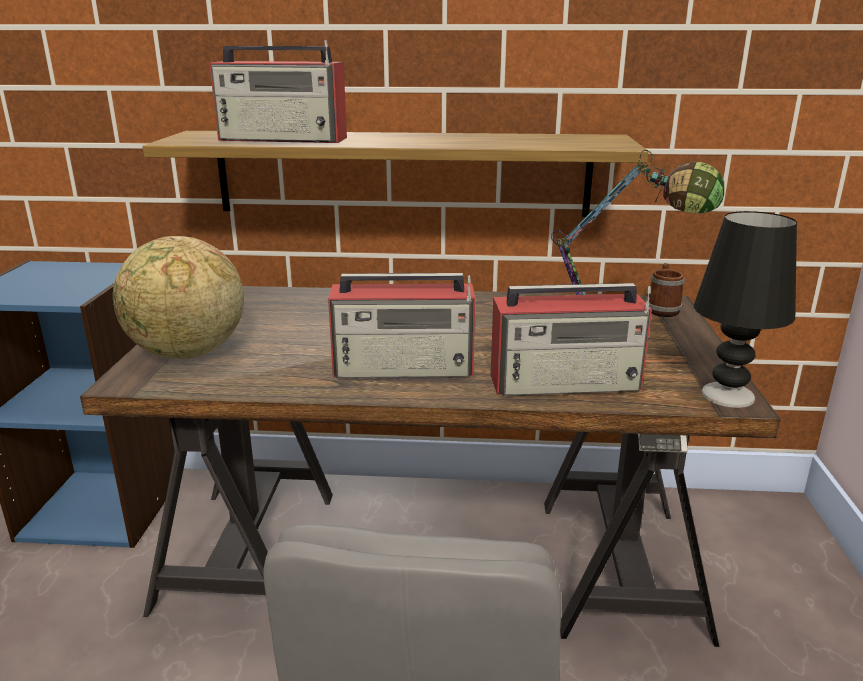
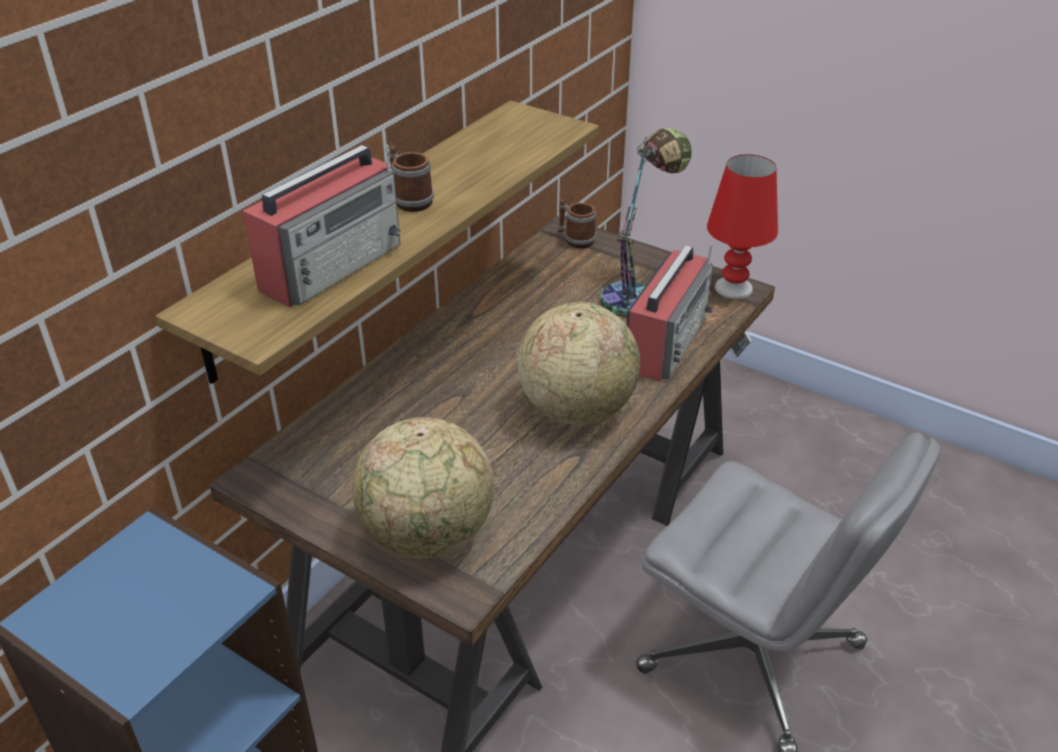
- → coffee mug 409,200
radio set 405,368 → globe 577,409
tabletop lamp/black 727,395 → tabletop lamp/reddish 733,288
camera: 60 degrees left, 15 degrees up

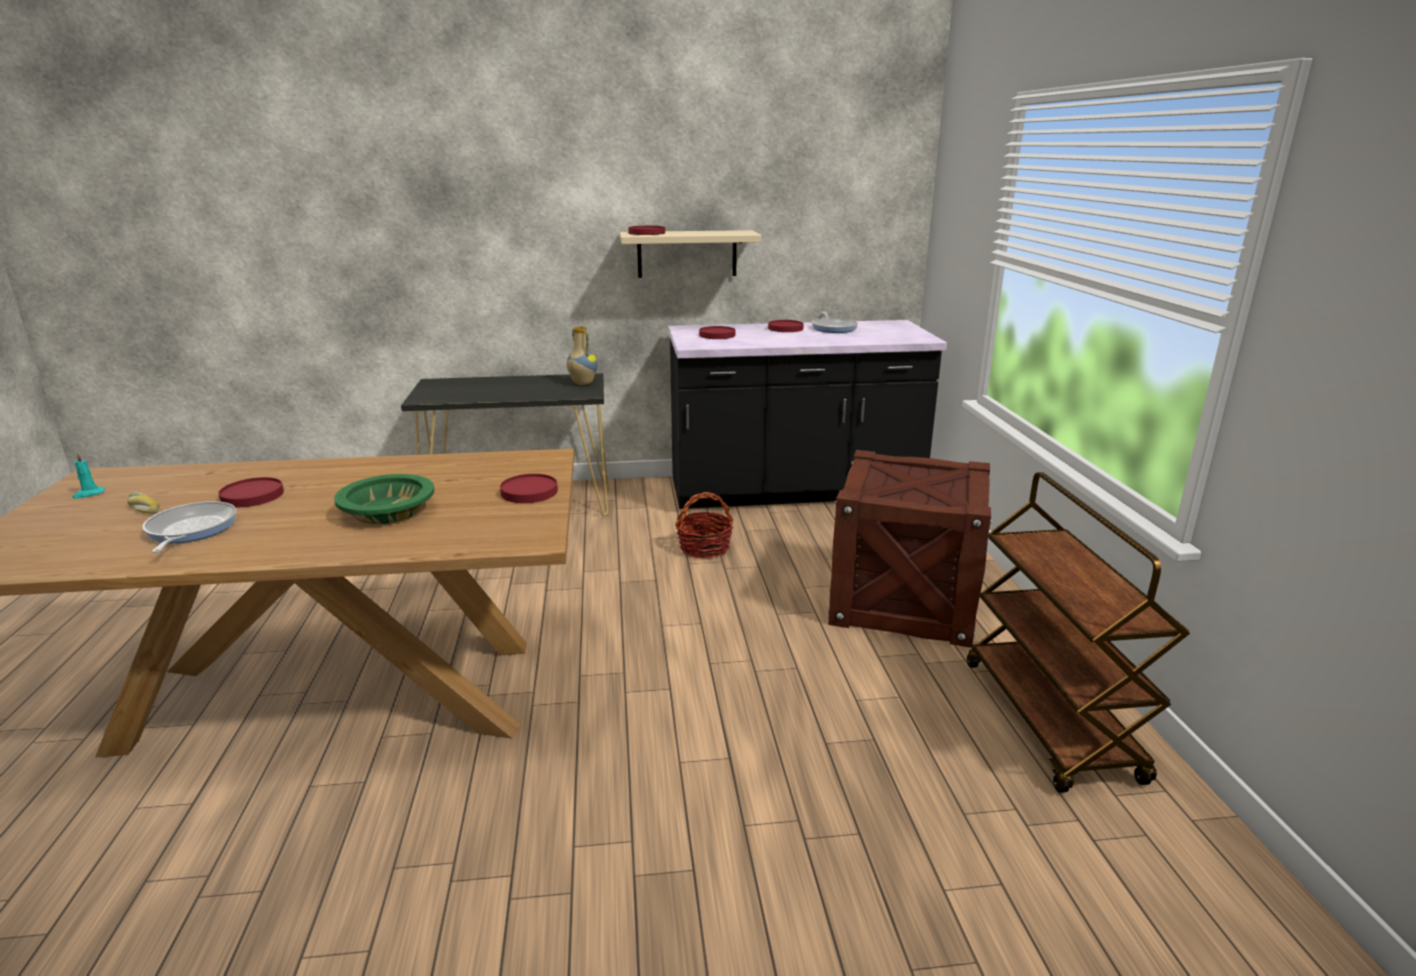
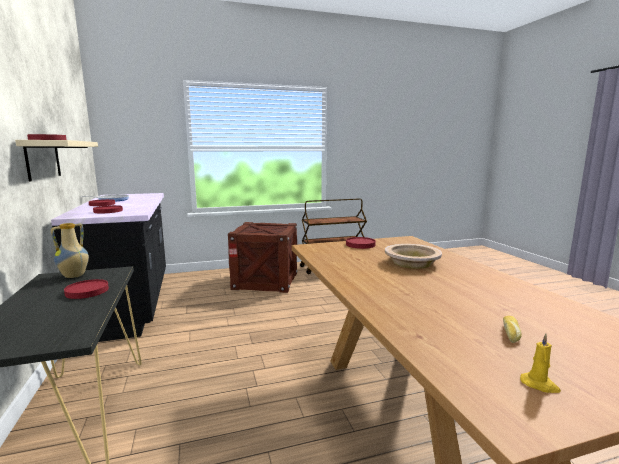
plate/reddish 252,495 → plate/reddish 86,291, moved
deep dish/greenish 388,511 → deep dish/beige-coloured 412,262
wax light/blue-green 88,494 → wax light/yellow-coloured 539,385
frying pan 190,530 → -
storage basket 704,548 → -
camera: 100 degrees left, 10 degrees down

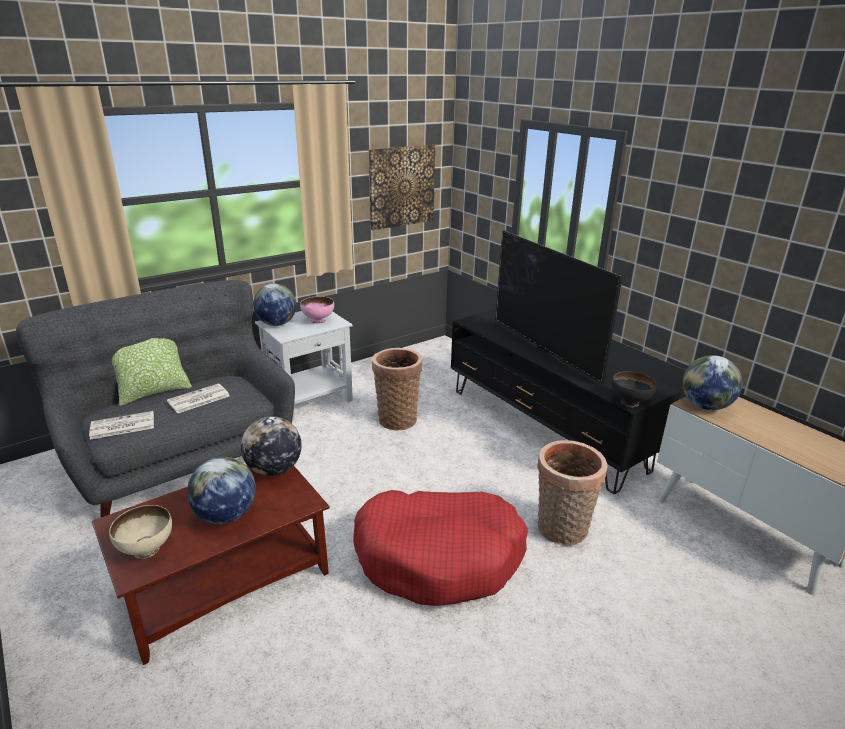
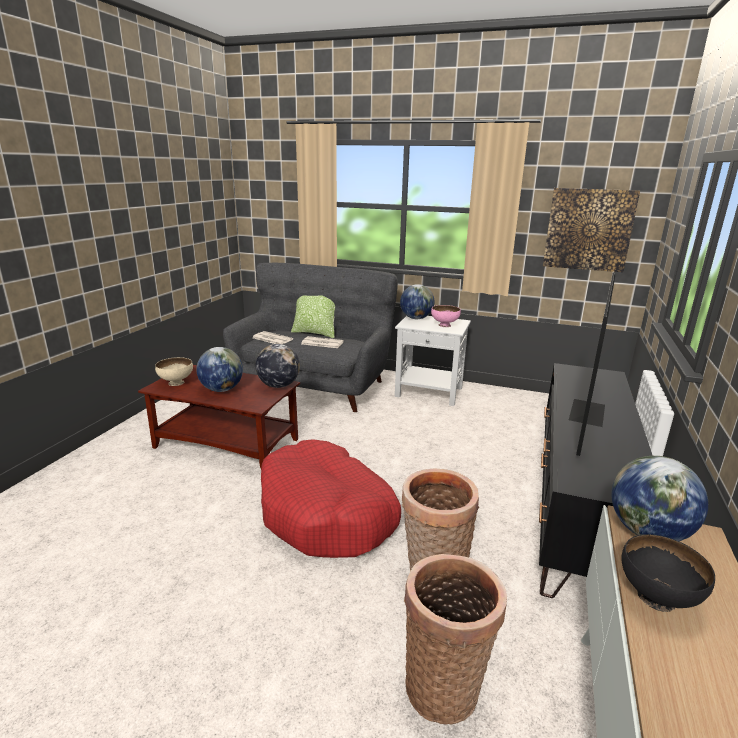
storage basket 397,418 → storage basket 445,684, moved
deep dish/black 630,403 → deep dish/black 656,598, moved
camera: 55 degrees right, 5 degrees down

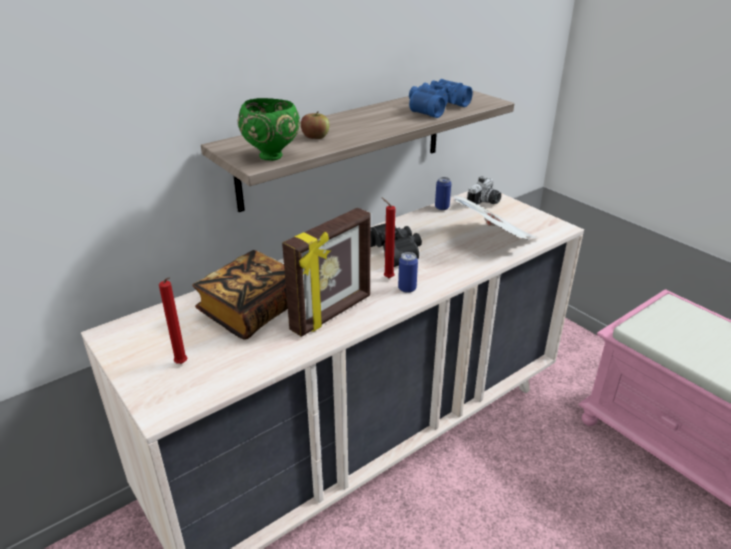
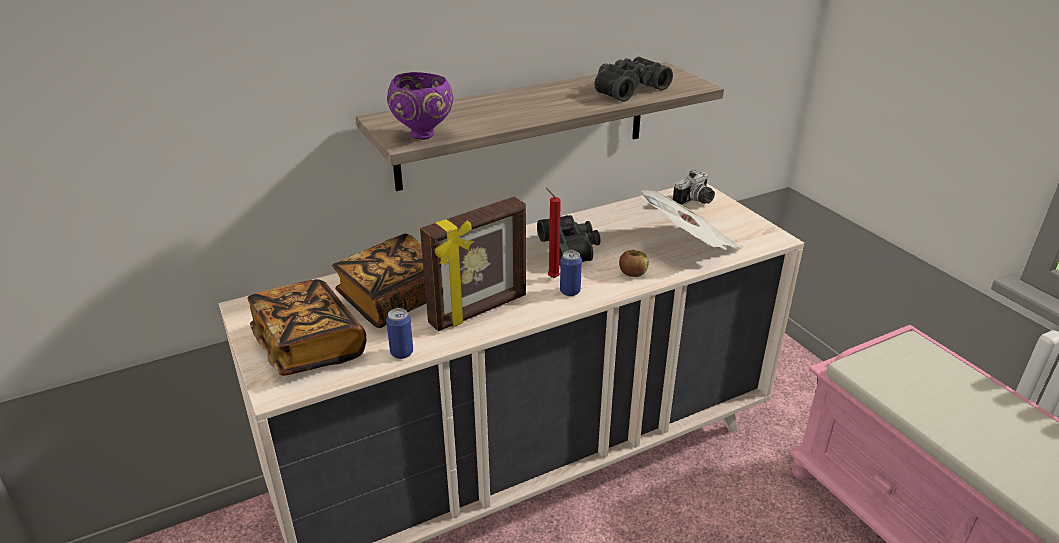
wax light/reddish 182,364 → volume 309,346
sealed can 442,207 → sealed can 402,353, moved
deep dish/greenish 273,156 → deep dish/purple 424,135
field glasses/blue 435,107 → field glasses/black 627,89
whole apple 315,137 → whole apple 633,273, moved
camera: 10 degrees right, 0 degrees up

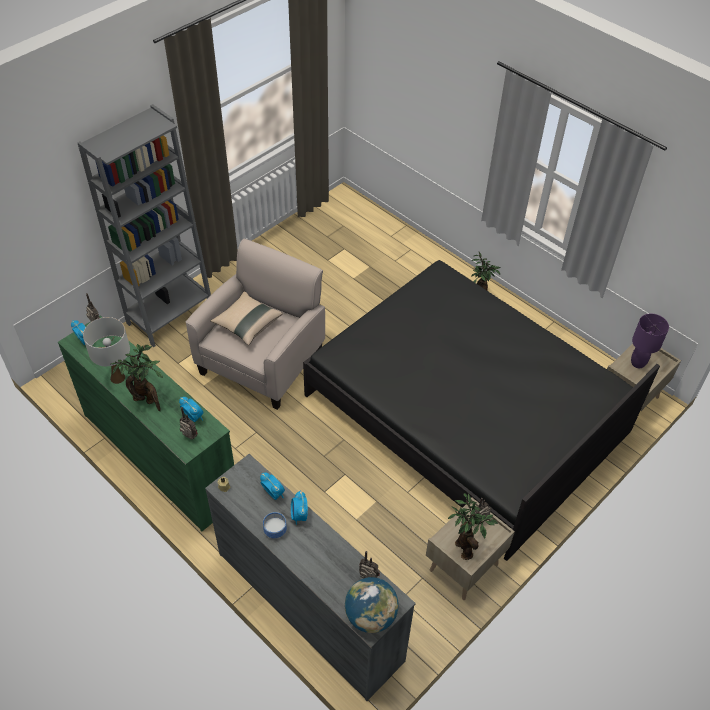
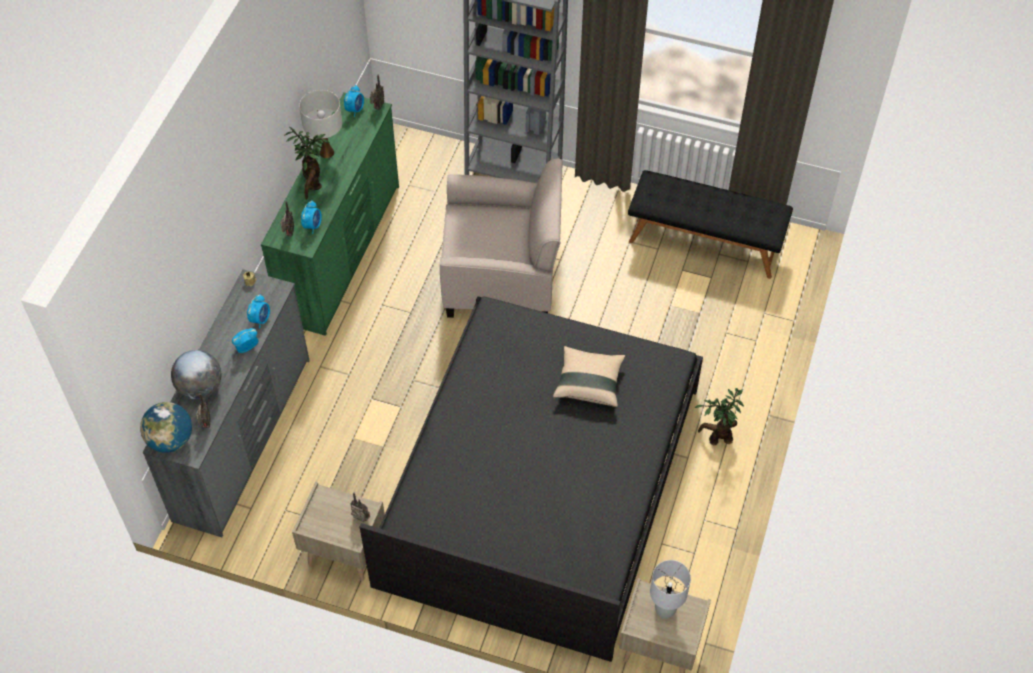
- → globe 200,388
throw pillow/beige-coloured 247,324 → throw pillow/beige-coloured 589,383, moved
- → indoor bench/black 705,241
tabletop lamp/purple 638,363 → tabletop lamp/greyish 664,610
deep dish 276,529 → -
potted plant 464,546 → -
camera: 65 degrees right, 5 degrees up

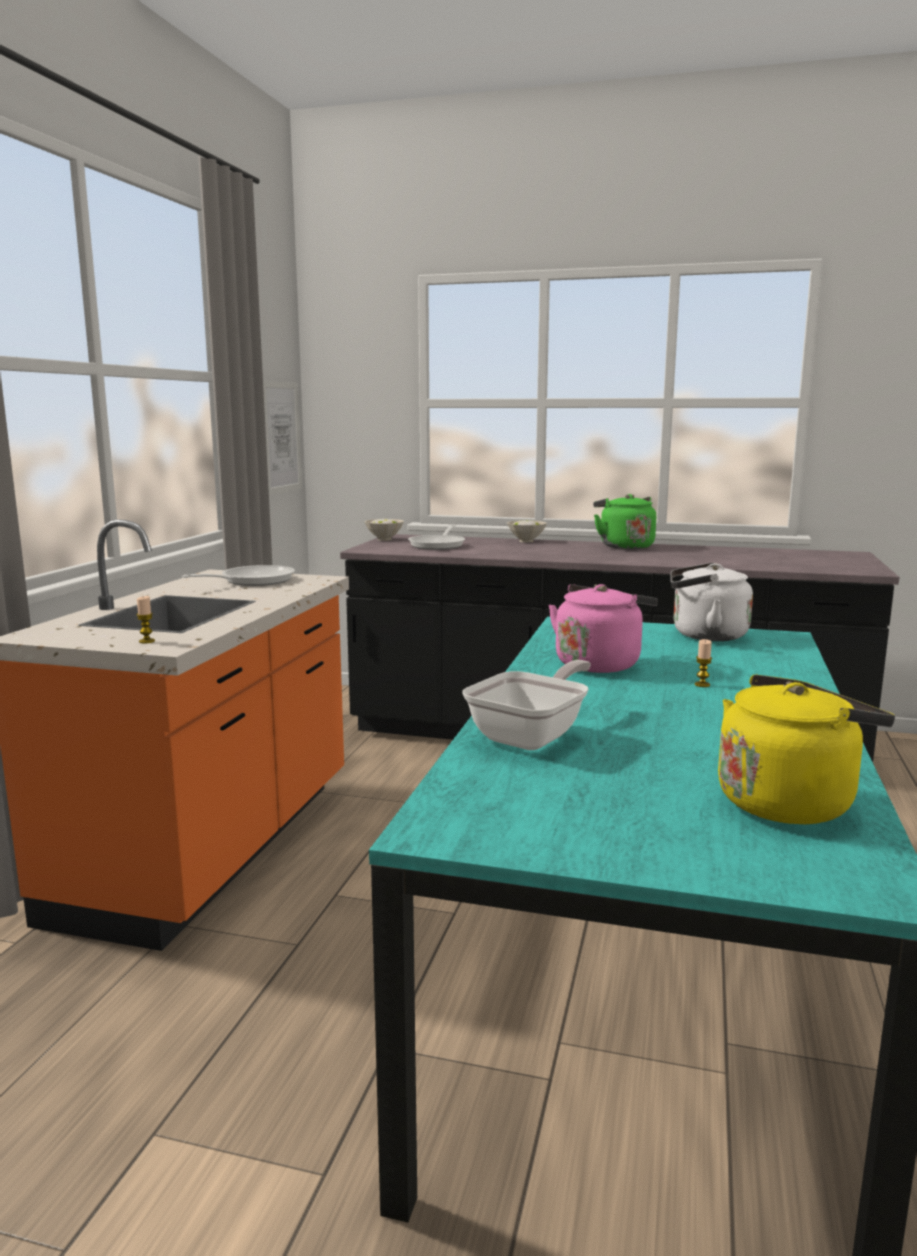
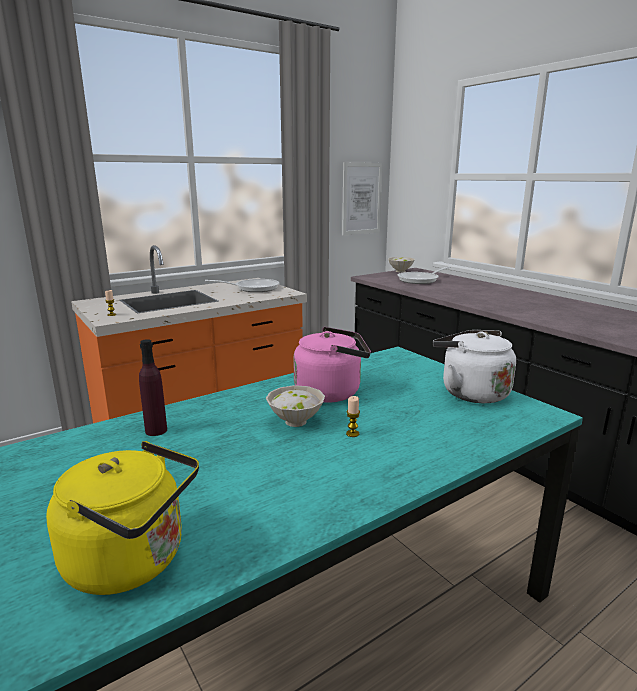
frying pan 533,735 → bottle/purple 156,430
deep dish/whitish 525,541 → deep dish/whitish 296,421, moved
water kettle/greenish 624,546 → -
camera: 40 degrees right, 5 degrees up

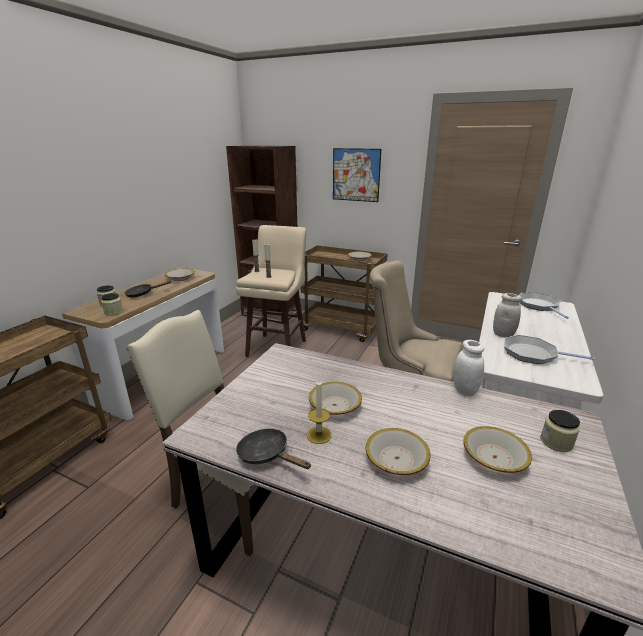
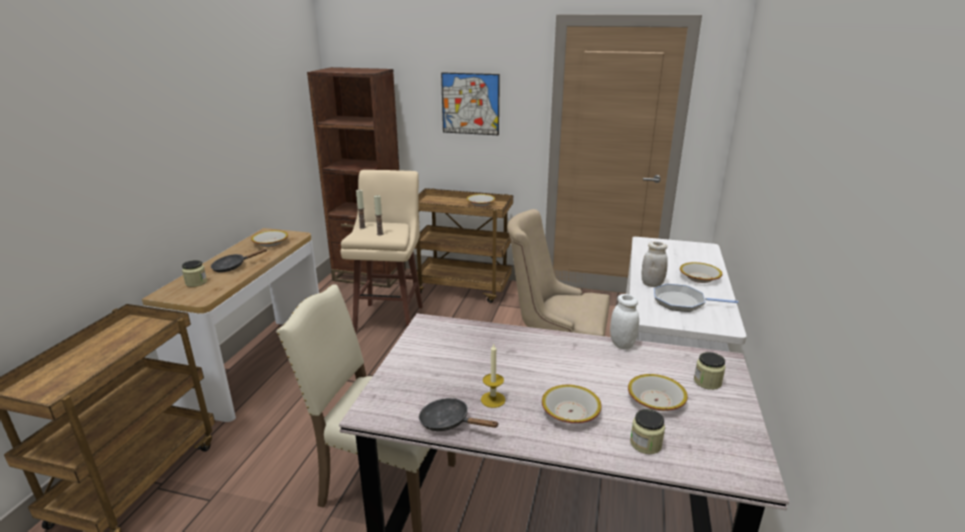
storage jar 113,312 → storage jar 645,444, moved
deep dish 334,405 → deep dish 699,278, moved
frying pan 539,306 → -
camera: 10 degrees left, 0 degrees up

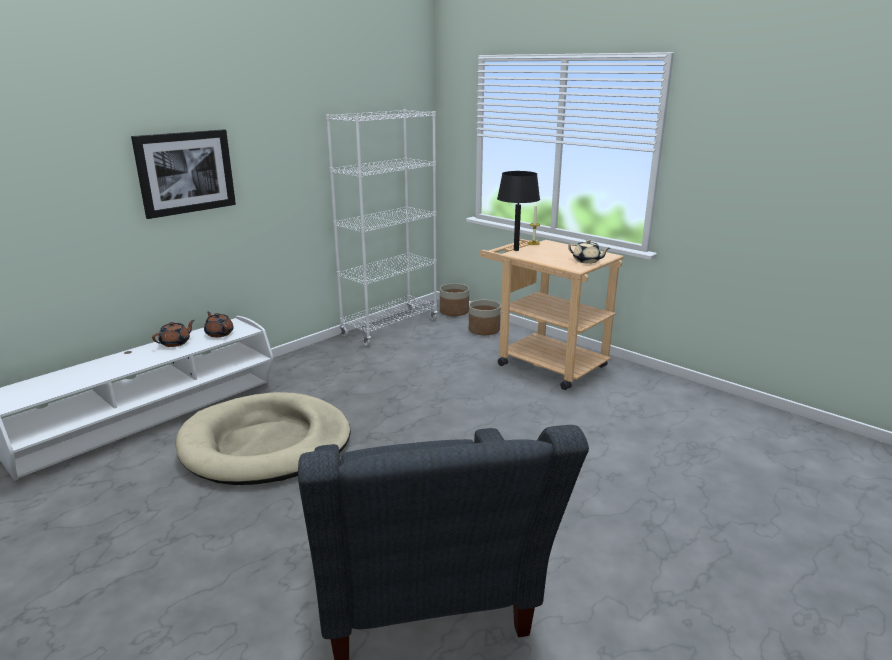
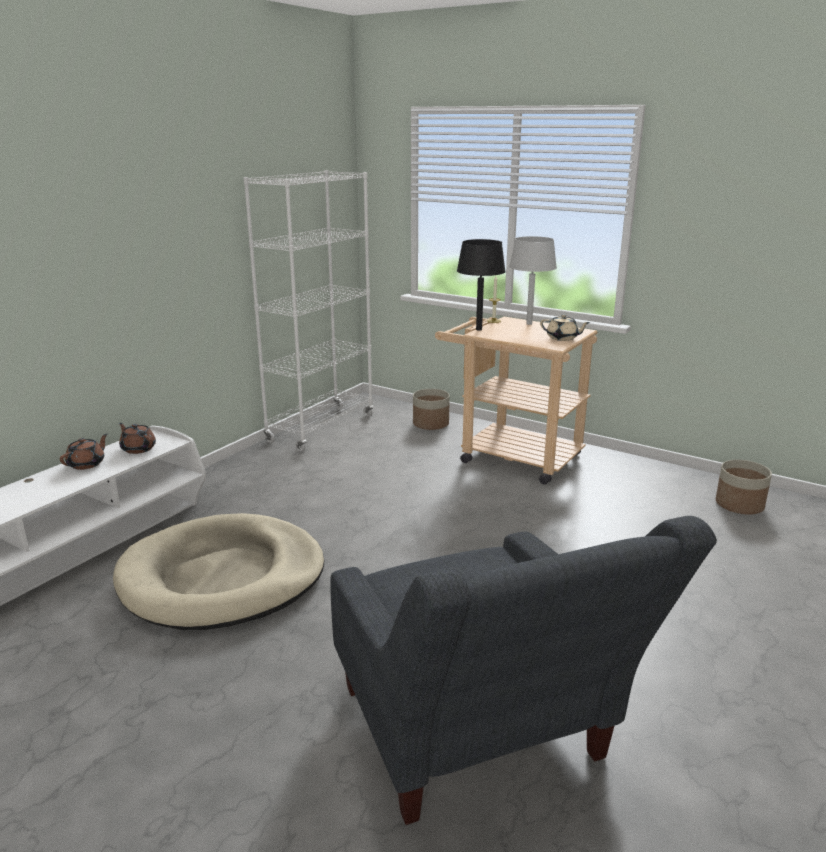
- → tabletop lamp/greyish 529,324
flower pot 454,312 → flower pot 739,505, moved
wall picture 185,172 → -
camera: 10 degrees left, 0 degrees up

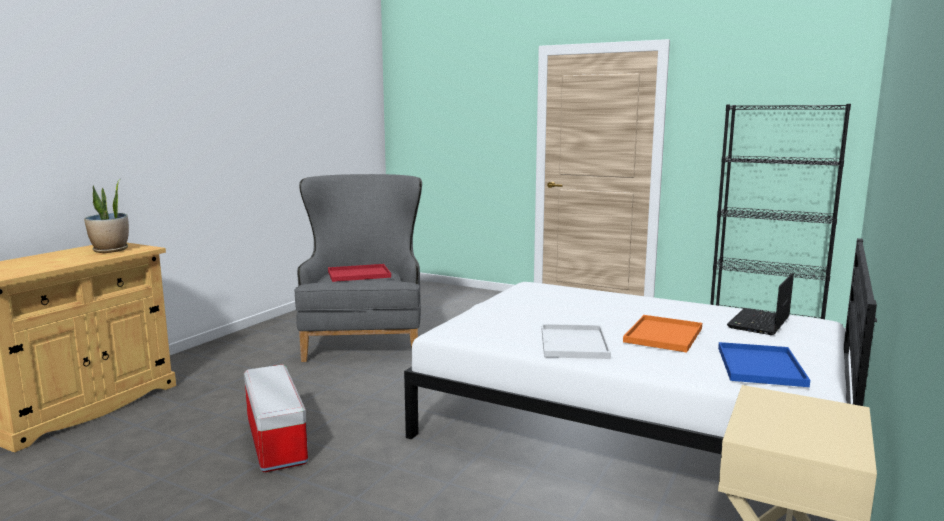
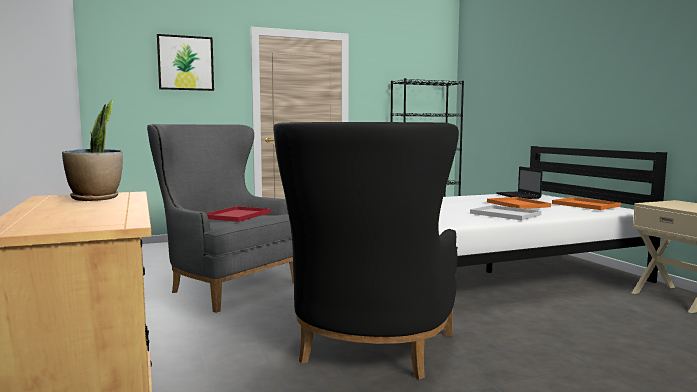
- → wall picture 185,63
storage bin 275,441 → easy chair/black 367,354
serving tray/blue 758,365 → serving tray/orange 584,205
camera: 50 degrees left, 5 degrees down

